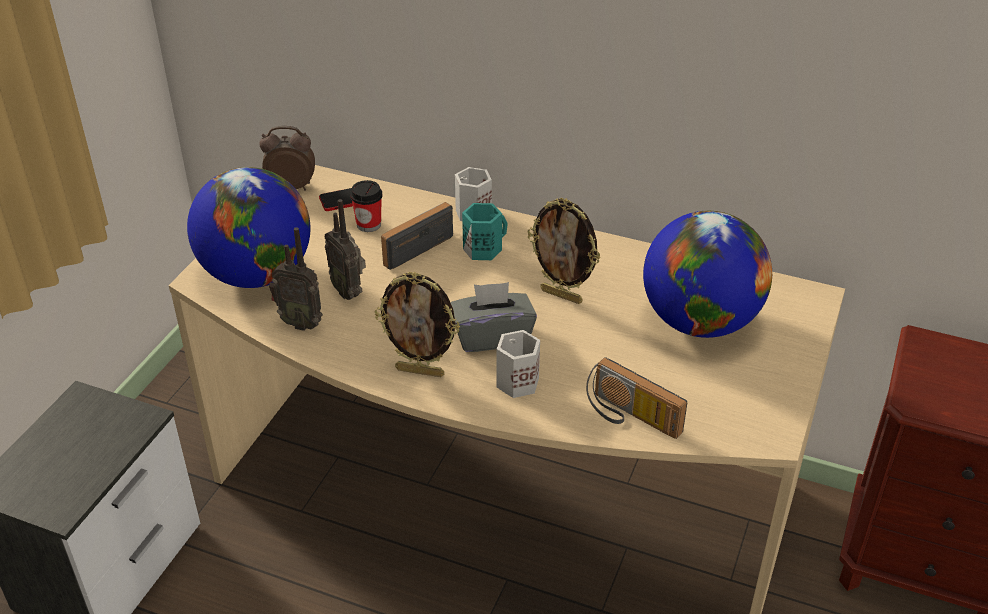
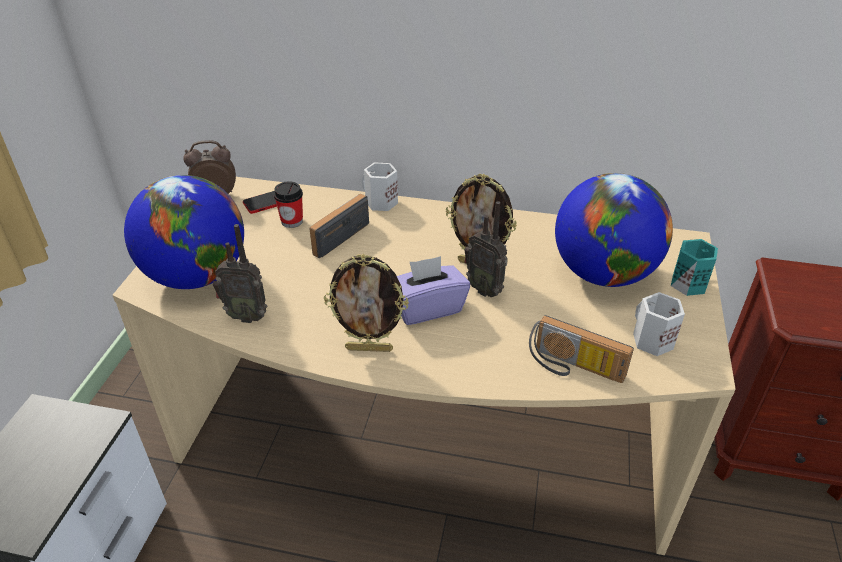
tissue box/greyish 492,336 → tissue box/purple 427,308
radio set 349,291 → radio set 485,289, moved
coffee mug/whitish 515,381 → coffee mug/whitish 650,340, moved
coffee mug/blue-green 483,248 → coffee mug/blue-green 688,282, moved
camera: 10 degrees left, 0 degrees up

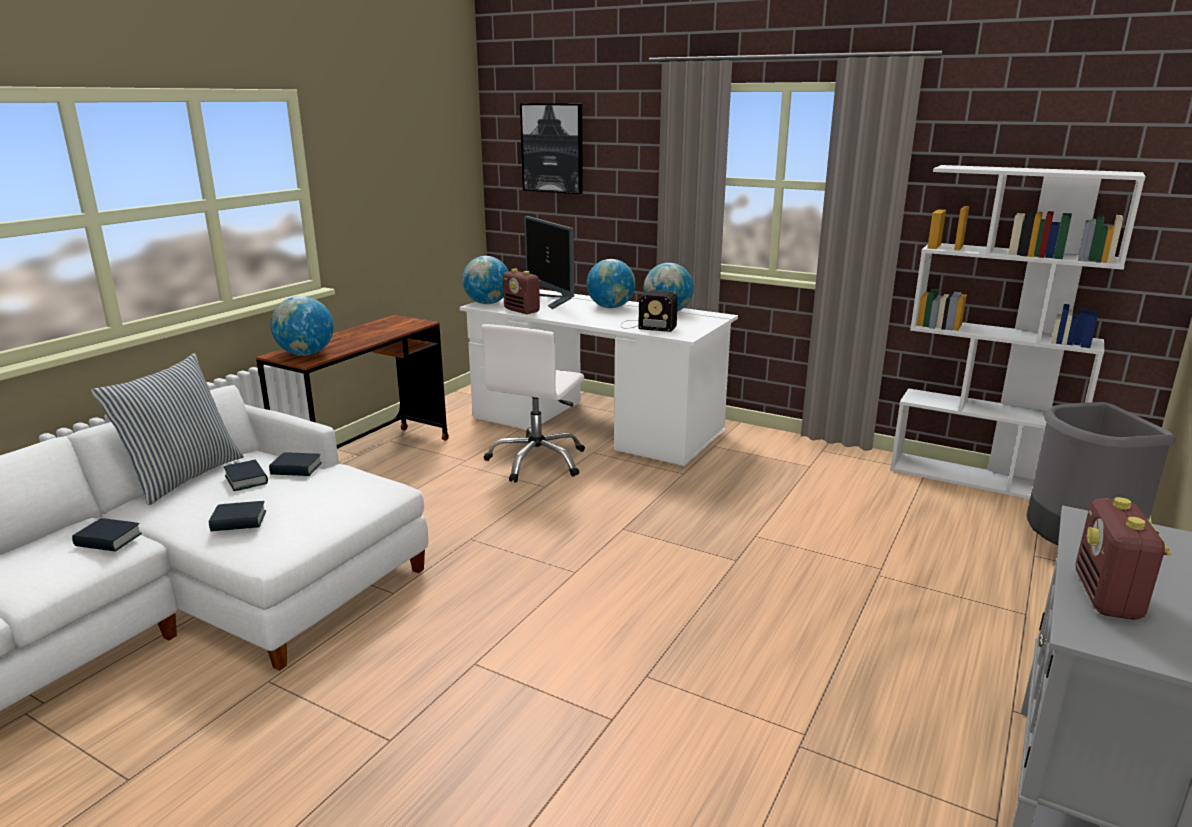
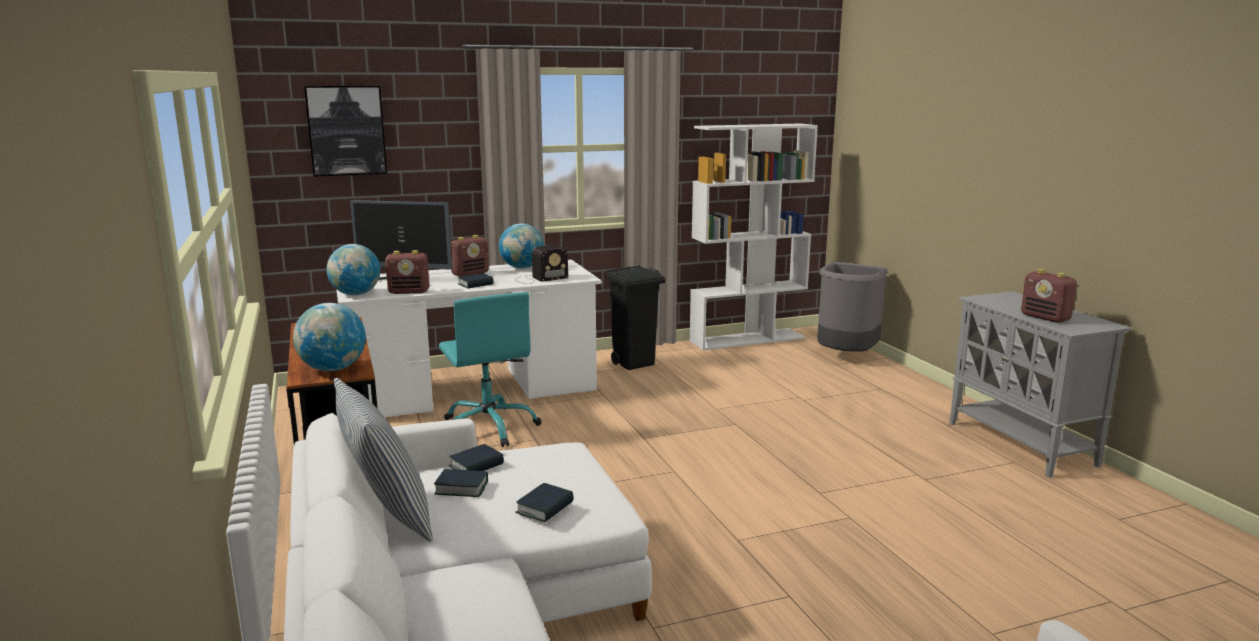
office chair/whitish 537,461 → office chair/blue-green 489,427
globe 611,307 → radio set 470,274
volume 108,540 → volume 475,284, moved
- → waste bin/black 634,363
camera: 50 degrees left, 5 degrees down

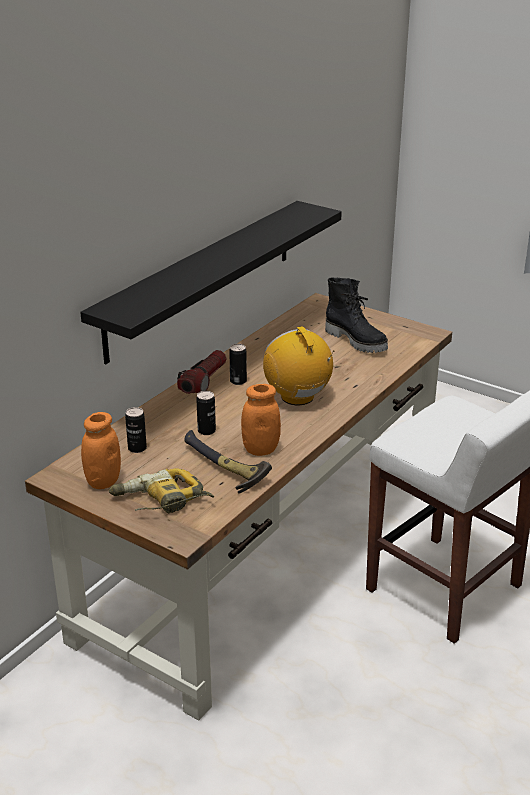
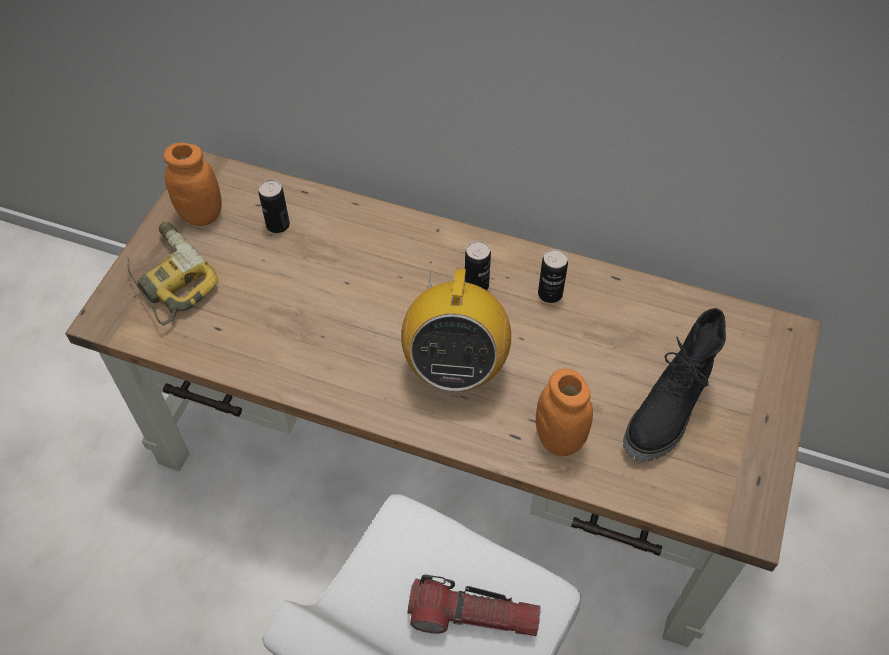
radio set 298,397 → radio set 455,367, 135 degrees clockwise
hand torch 203,380 → hand torch 473,616, moved
storage jar/orange 260,449 → storage jar/orange 559,438, moved
sealed can 206,431 → sealed can 550,293, moved
shelf/black 202,278 → -
hand hammer 223,469 → -
camera: 75 degrees right, 25 degrees up

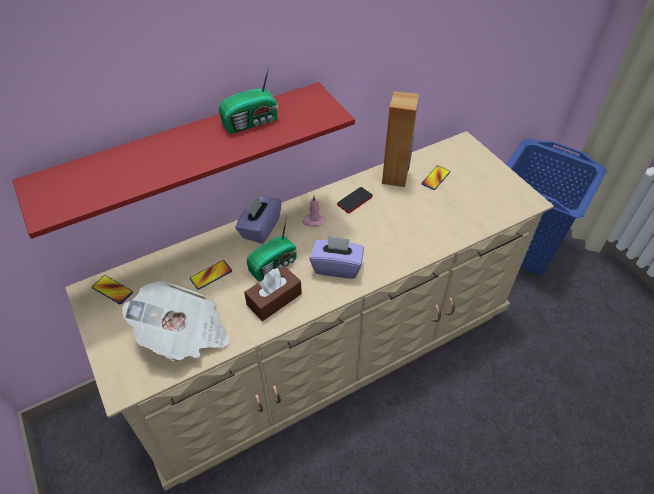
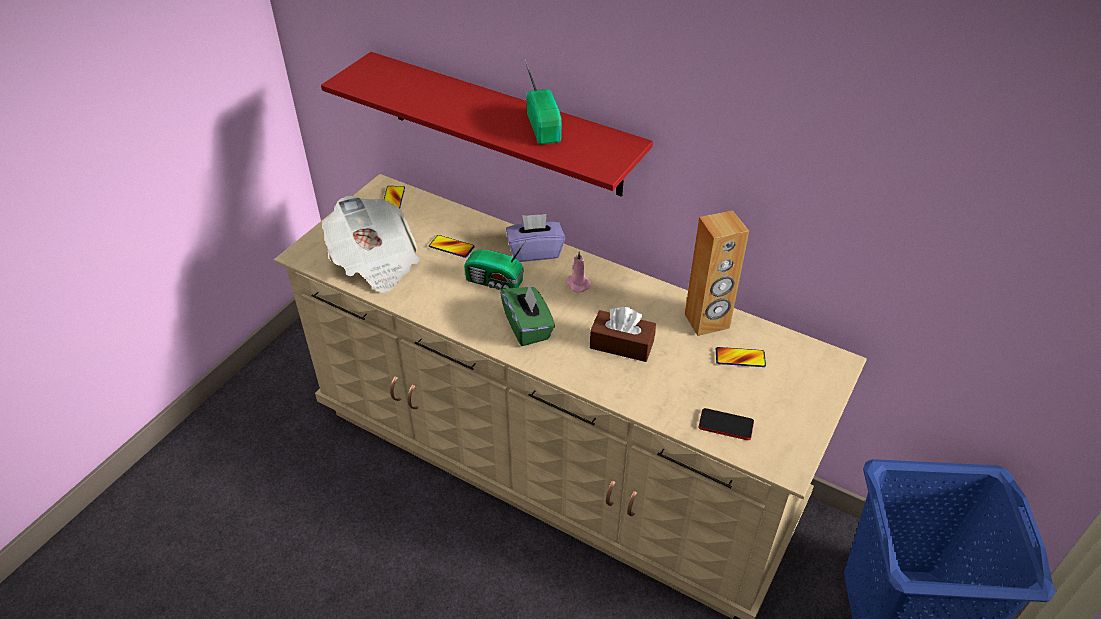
tissue box/purple 337,267 → tissue box/greenish 528,327
radio set 252,122 → radio set 545,127, 135 degrees counterclockwise
tissue box/brown-coloured 274,299 → tissue box/brown-coloured 621,344, moved
telephone 354,200 → telephone 726,425, moved
camera: 60 degrees right, 5 degrees down

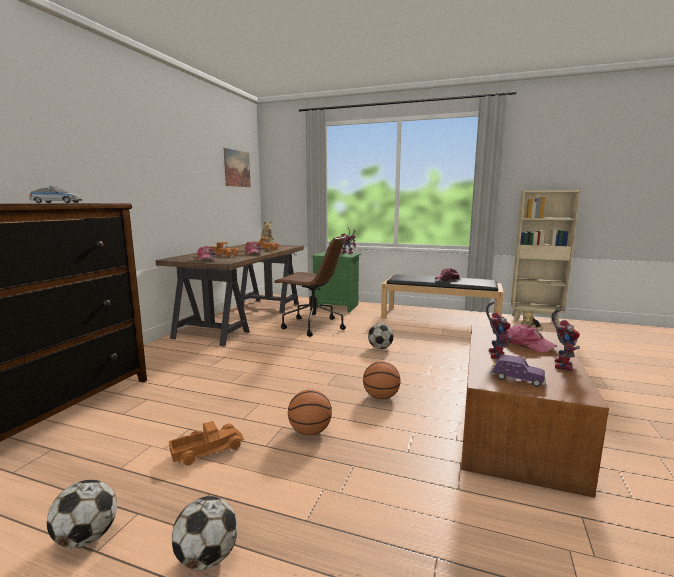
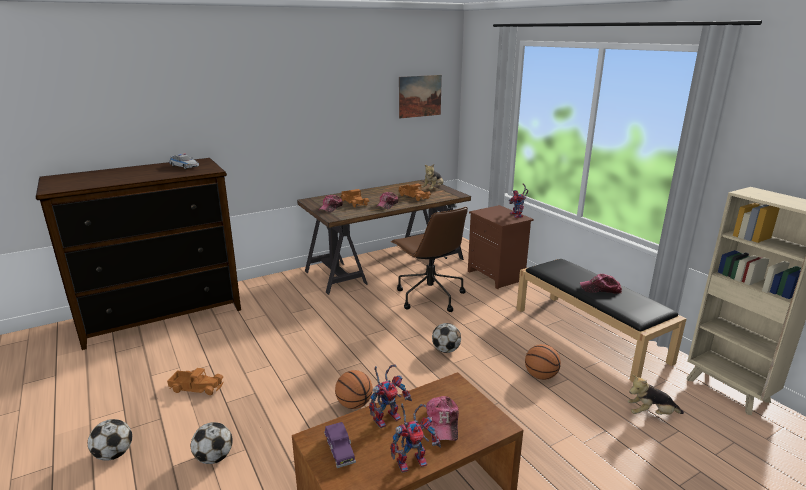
football 87,537 → football 214,458, moved
bedside table/greenish 337,306 → bedside table/brown-coloured 497,276
basketball ball 310,431 → basketball ball 541,376, moved
camera: 40 degrees right, 10 degrees up

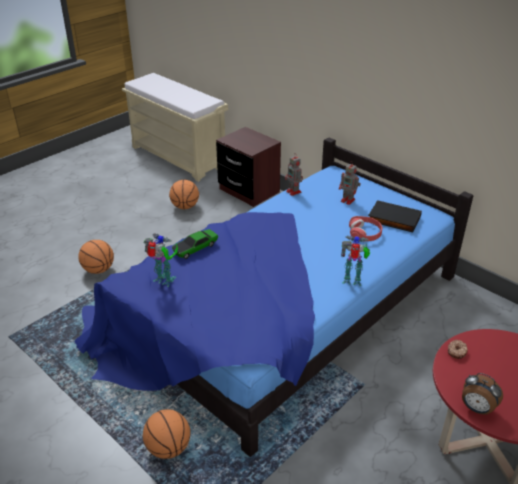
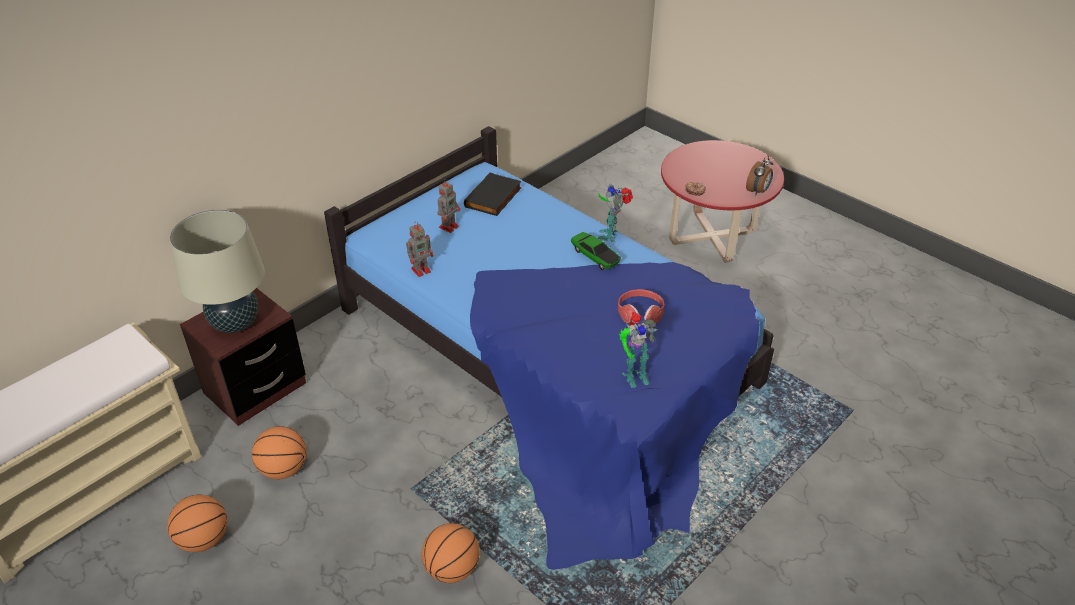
basketball ball 168,448 → basketball ball 204,539, moved
- → tabletop lamp/beige-coloured 235,323
toy car 195,248 → toy car 595,256, moved
headset/reddish 365,233 → headset/reddish 640,312, moved
robot figure 164,281 → robot figure 634,375, 135 degrees counterclockwise
camera: 90 degrees left, 5 degrees up

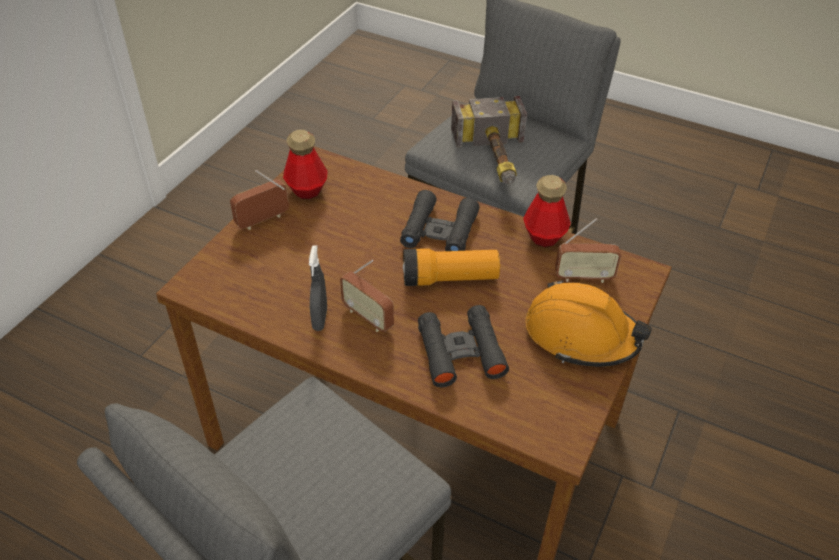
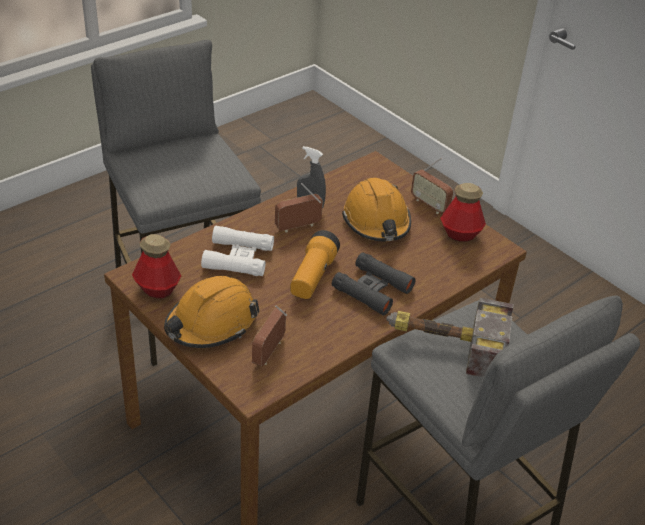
bottle 544,236 → bottle 157,289, moved
field glasses/black 460,352 → field glasses/whitish 238,258
- → work helmet/orange 376,221
radio set 263,220 → radio set 429,205, 150 degrees clockwise
camera: 110 degrees right, 5 degrees down

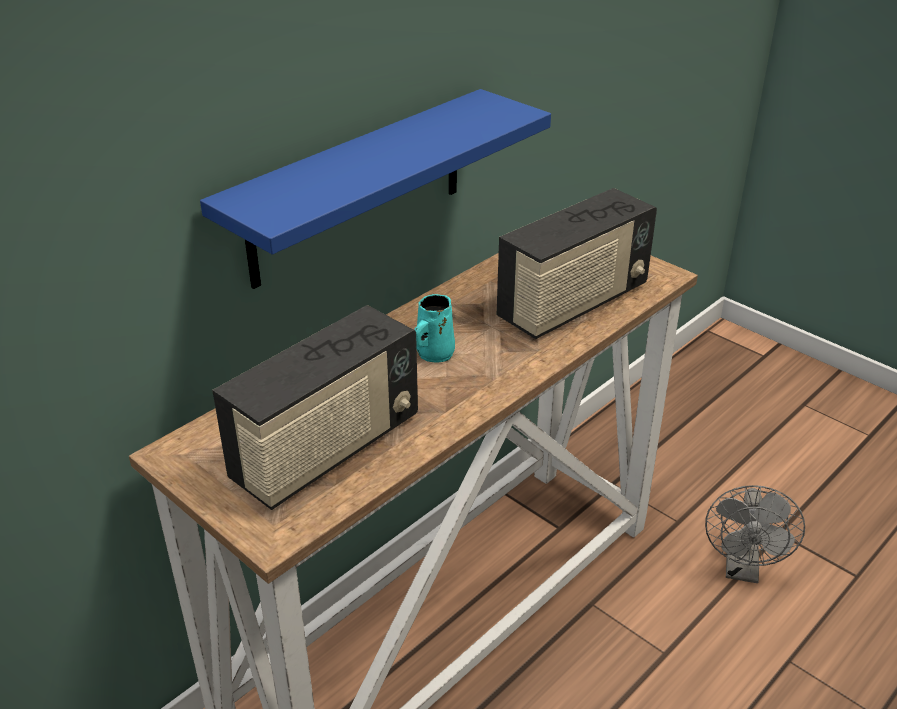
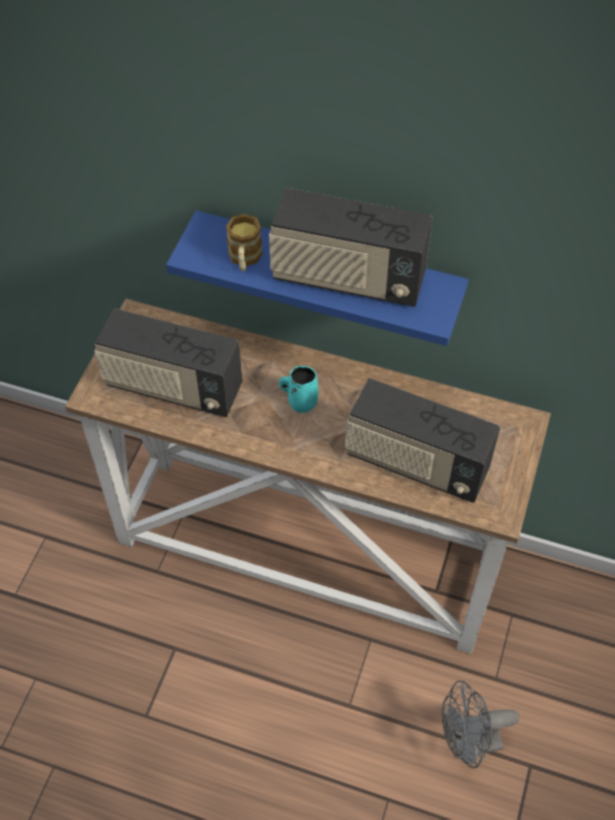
- → coffee mug 244,259
- → radio set 347,279
camera: 65 degrees right, 20 degrees up

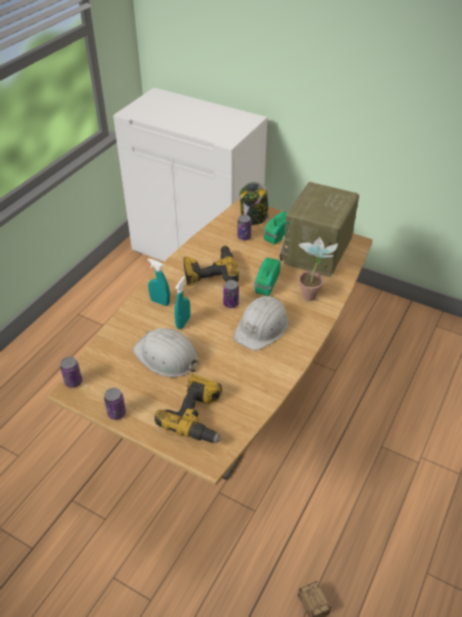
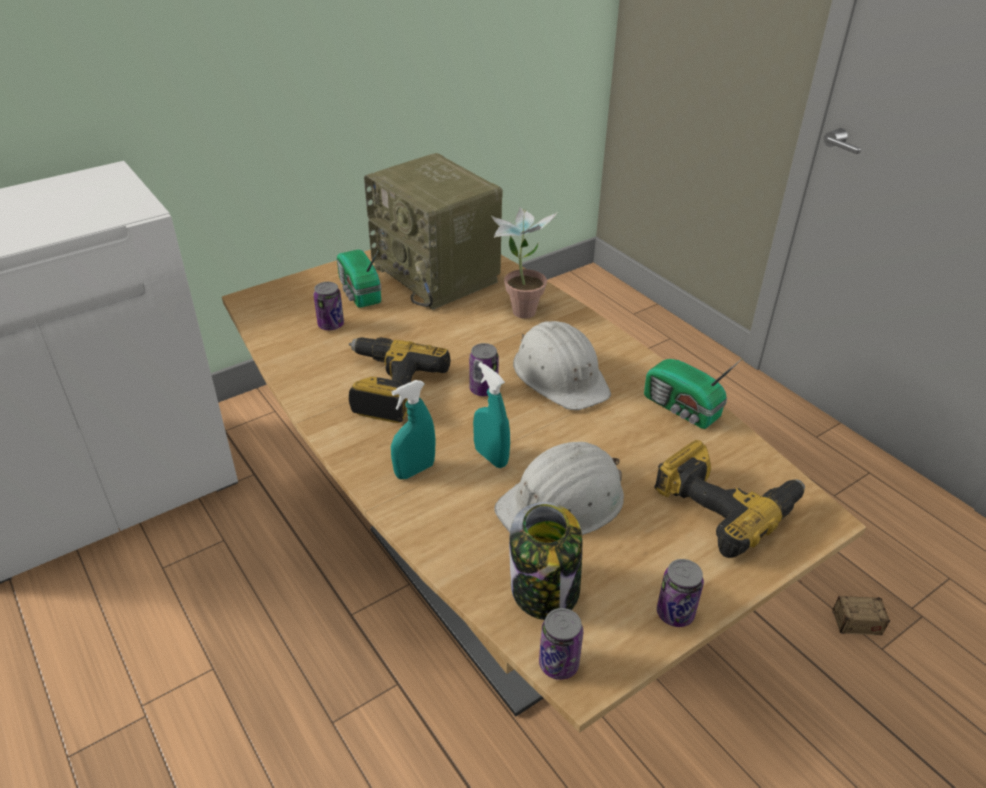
storage jar 254,218 → storage jar 545,590, moved
radio set 266,283 → radio set 682,409, moved
camera: 65 degrees left, 5 degrees down

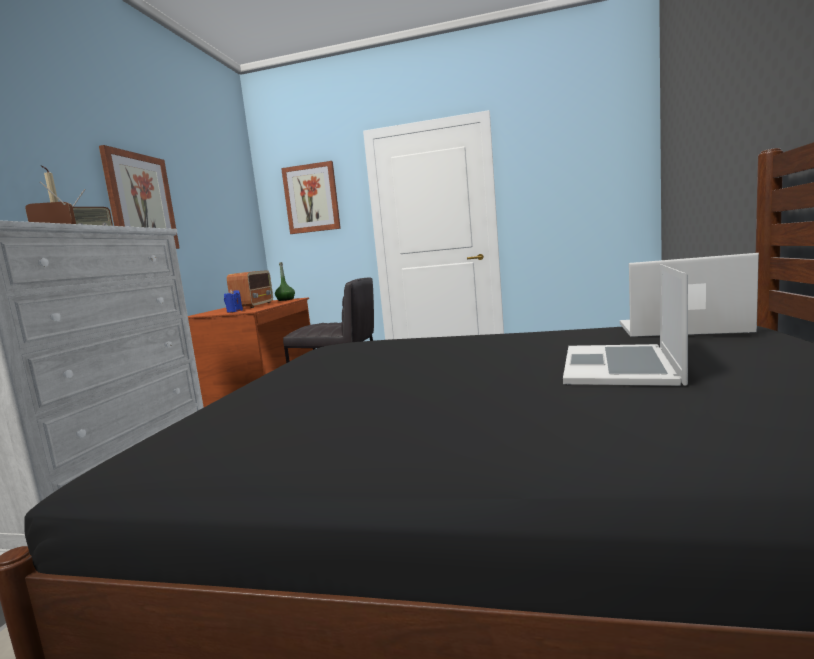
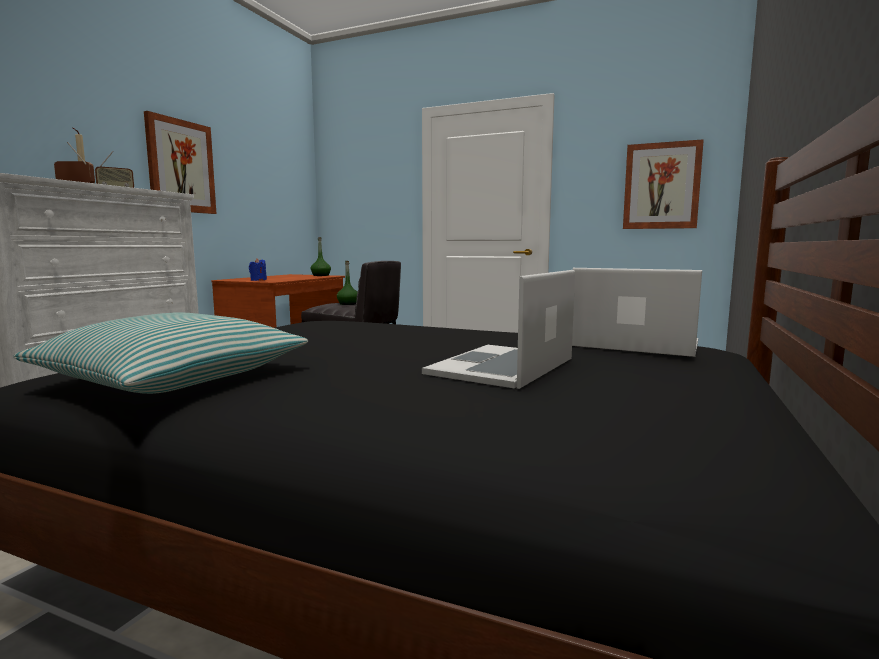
- → throw pillow 173,378
- → bottle/greenish 348,304
wall picture 311,198 → wall picture 661,186, moved
radio set 254,305 → -
camera: 10 degrees right, 0 degrees up

